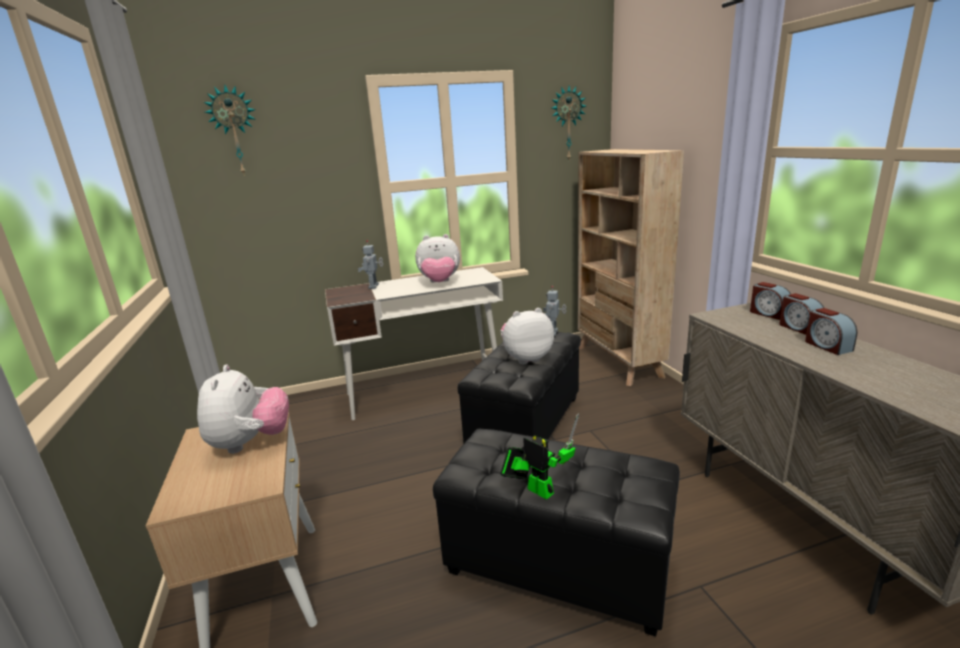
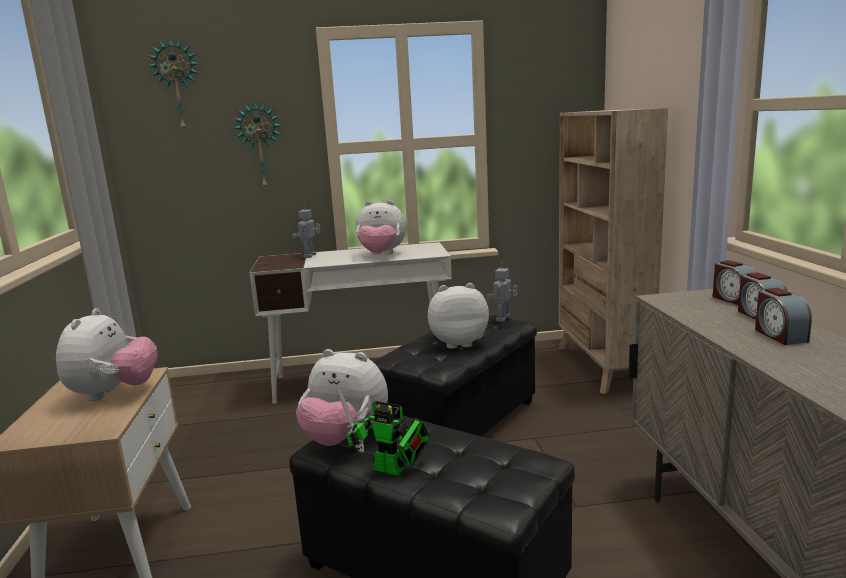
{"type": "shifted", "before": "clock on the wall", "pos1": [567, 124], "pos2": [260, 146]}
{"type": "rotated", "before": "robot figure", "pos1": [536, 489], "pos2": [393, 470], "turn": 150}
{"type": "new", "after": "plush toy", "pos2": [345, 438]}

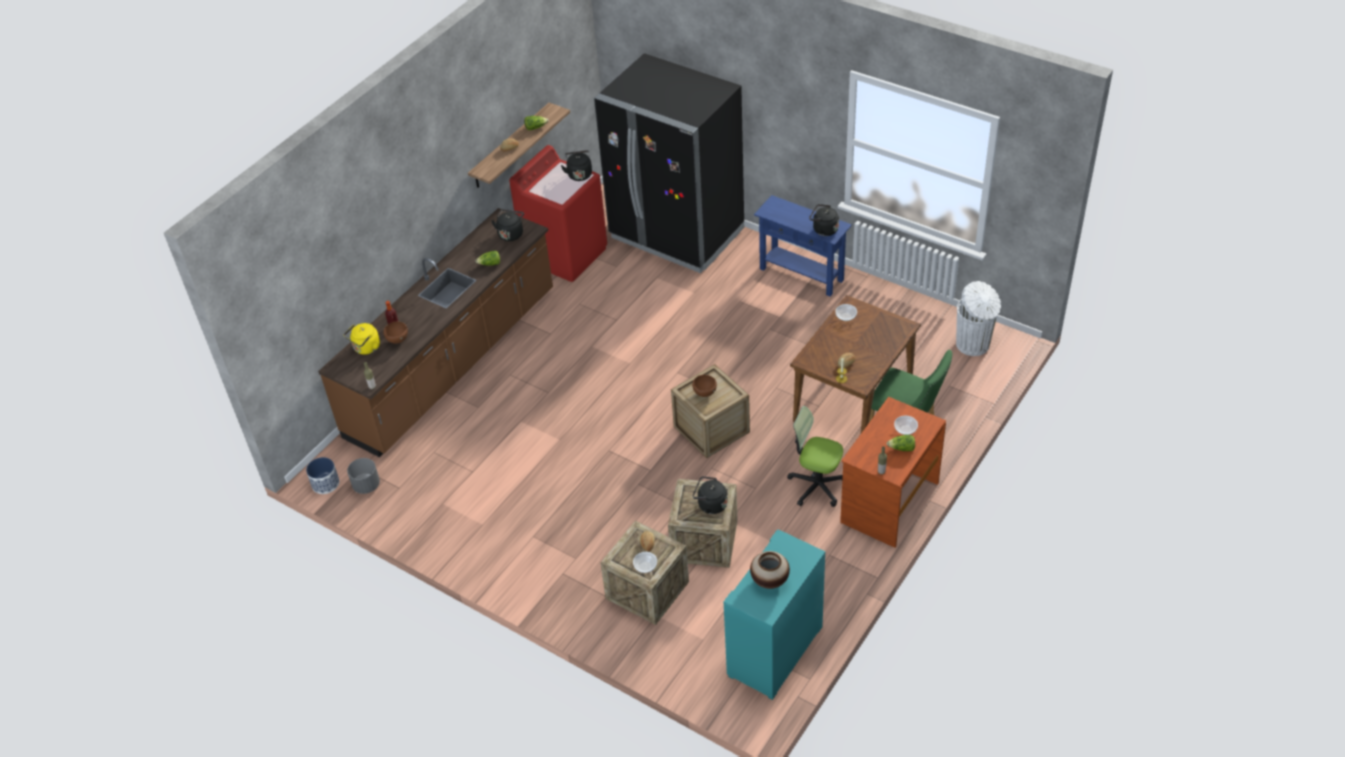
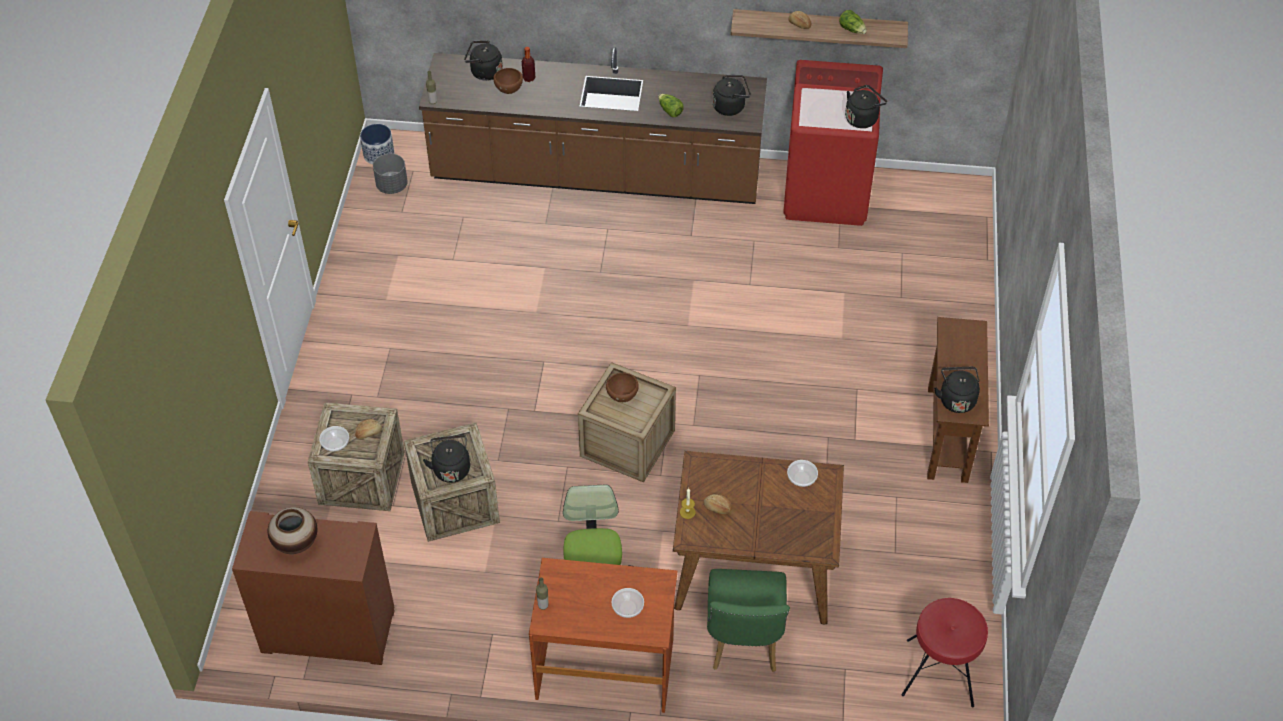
{"type": "gone", "before": "blackish kitchen fridge", "pos1": [676, 234]}
{"type": "repainted", "before": "bluish narrow table", "after": "brownish narrow table", "pos1": [801, 274], "pos2": [947, 434]}
{"type": "swapped", "before": "white trash can", "after": "red-coloured stool", "pos1": [973, 345], "pos2": [940, 673]}
{"type": "repainted", "before": "yellow water kettle", "after": "blackish water kettle", "pos1": [366, 348], "pos2": [484, 72]}
{"type": "gone", "before": "lettuce", "pos1": [902, 448]}
{"type": "repainted", "before": "turquoise storage cabinet", "after": "brownish storage cabinet", "pos1": [775, 652], "pos2": [327, 631]}

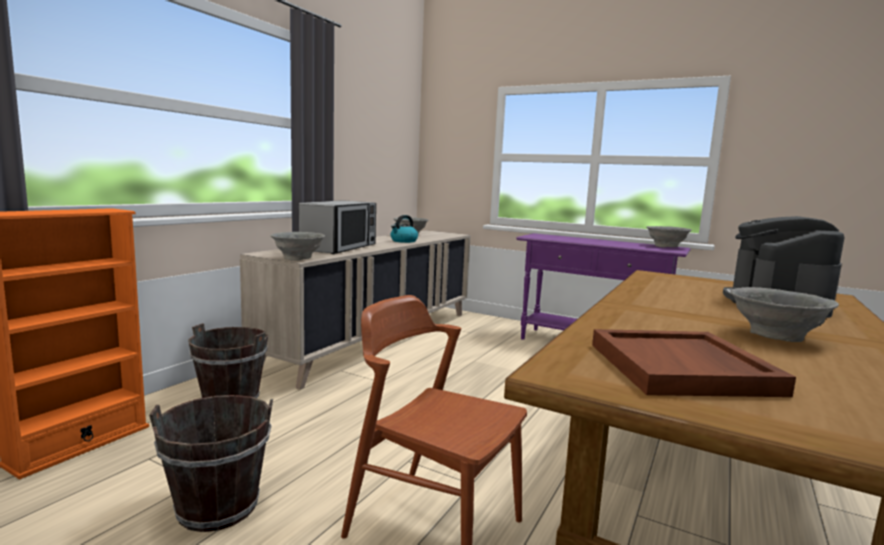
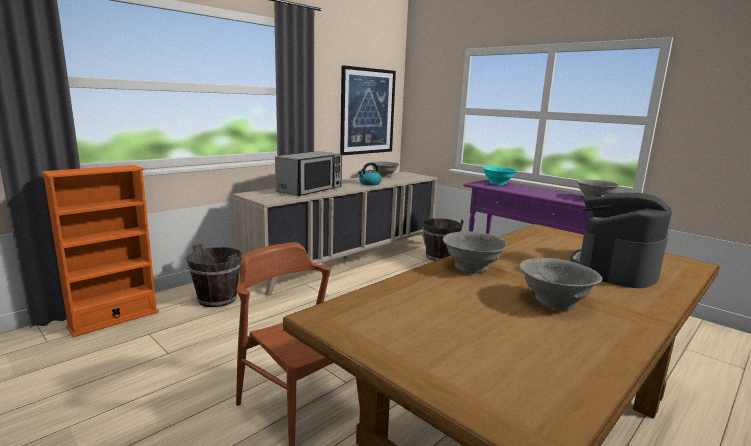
{"type": "shifted", "before": "greyish serving bowl", "pos1": [298, 258], "pos2": [472, 267]}
{"type": "gone", "before": "brownish serving tray", "pos1": [682, 368]}
{"type": "shifted", "before": "brownish water bucket", "pos1": [218, 507], "pos2": [439, 257]}
{"type": "new", "after": "wall picture", "pos2": [367, 111]}
{"type": "new", "after": "turquoise serving bowl", "pos2": [498, 183]}

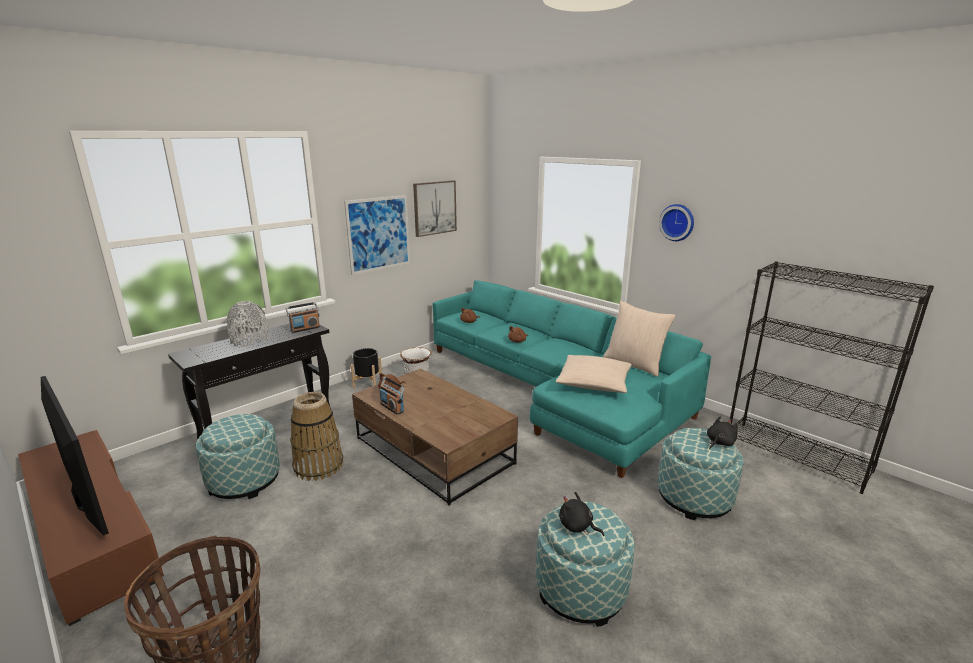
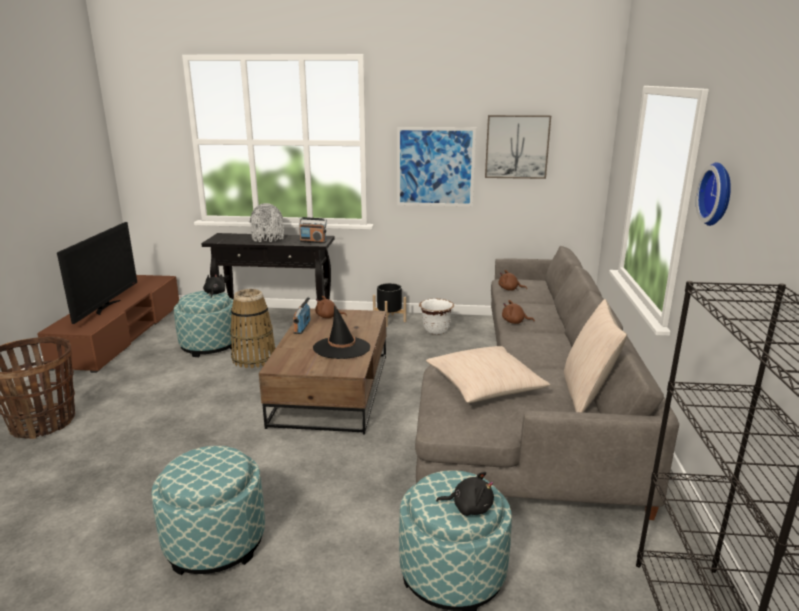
{"type": "repainted", "before": "turquoise sofa", "after": "greyish sofa", "pos1": [555, 390], "pos2": [536, 400]}
{"type": "shifted", "before": "blackish plush toy", "pos1": [577, 526], "pos2": [214, 293]}
{"type": "new", "after": "blackish wearable hat", "pos2": [341, 348]}

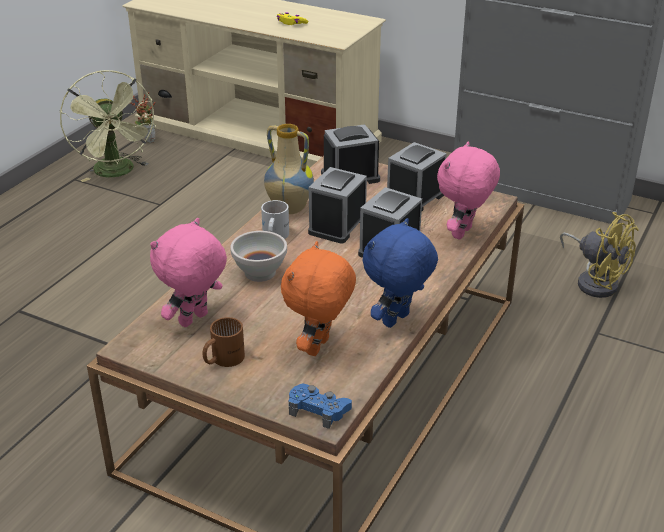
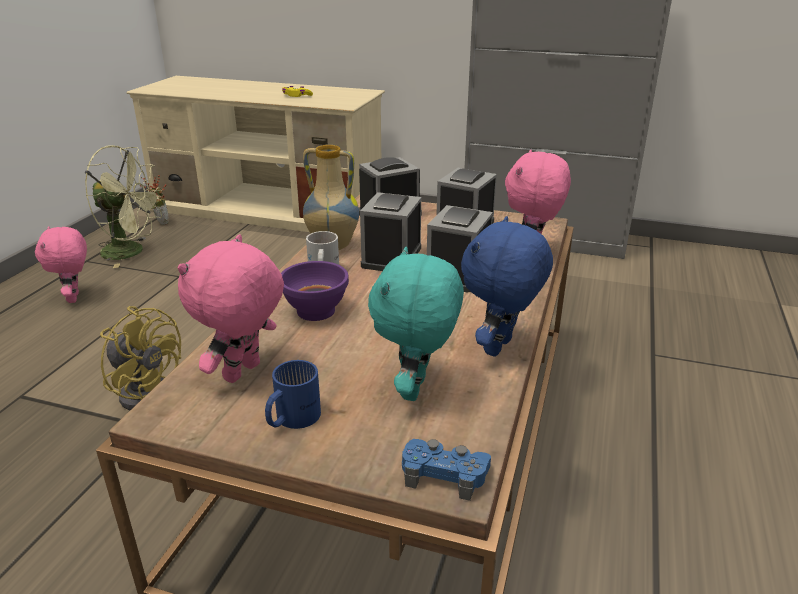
{"type": "rotated", "before": "green cooling fan", "pos1": [117, 173], "pos2": [132, 252], "turn": -45}
{"type": "shifted", "before": "yellow cooling fan", "pos1": [595, 281], "pos2": [147, 390]}
{"type": "repainted", "before": "white serving bowl", "after": "purple serving bowl", "pos1": [259, 273], "pos2": [315, 312]}
{"type": "repainted", "before": "orange-coloured plush toy", "after": "turquoise plush toy", "pos1": [319, 347], "pos2": [416, 389]}
{"type": "repainted", "before": "brownish coffee mug", "after": "bluish coffee mug", "pos1": [222, 358], "pos2": [291, 418]}
{"type": "new", "after": "pinkish plush toy", "pos2": [75, 298]}

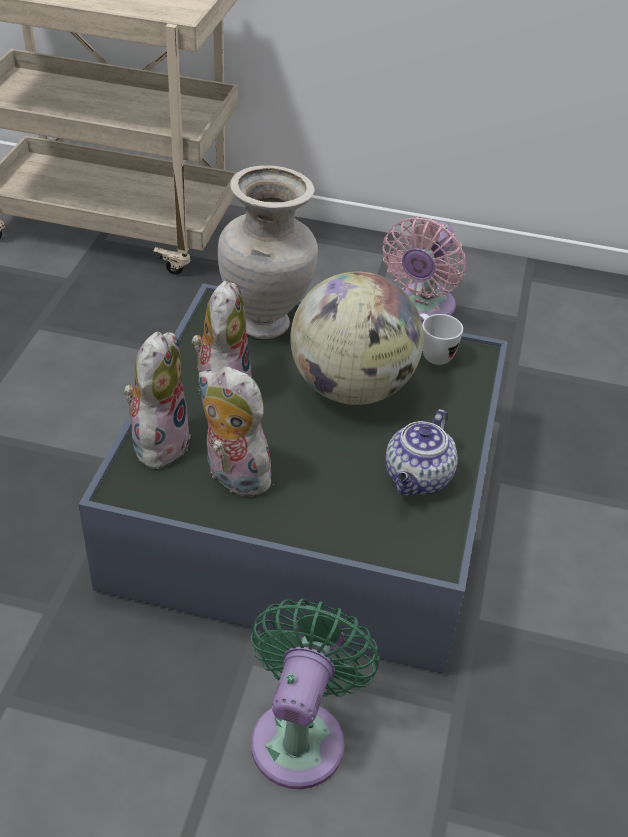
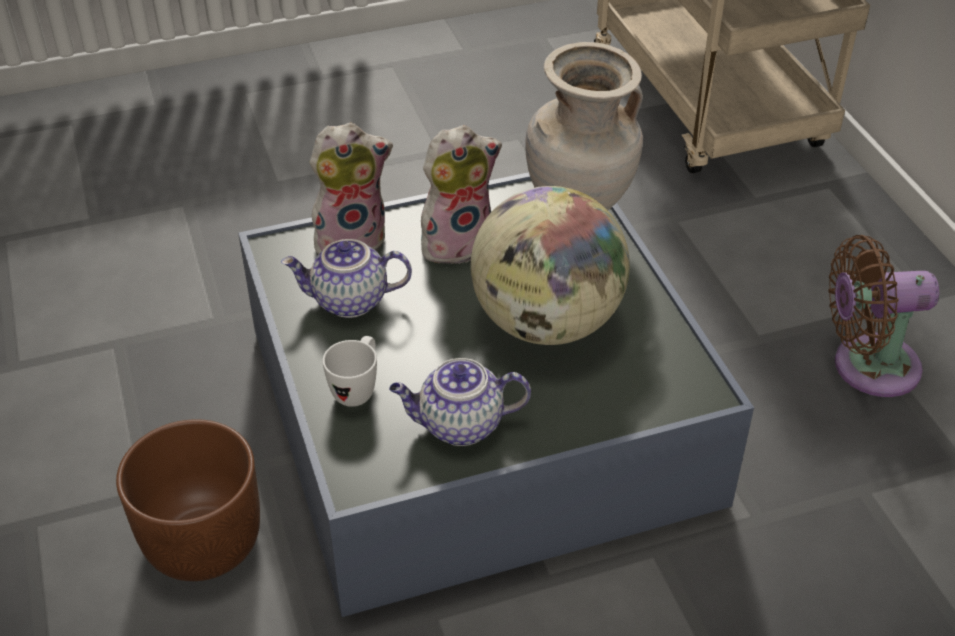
{"type": "repainted", "before": "pinkish cooling fan", "after": "brownish cooling fan", "pos1": [421, 308], "pos2": [867, 366]}
{"type": "shifted", "before": "white coffee mug", "pos1": [432, 353], "pos2": [357, 389]}
{"type": "swapped", "before": "plush toy", "after": "pot for tea", "pos1": [233, 476], "pos2": [349, 302]}
{"type": "swapped", "before": "green cooling fan", "after": "brownish plant pot", "pos1": [301, 734], "pos2": [202, 541]}

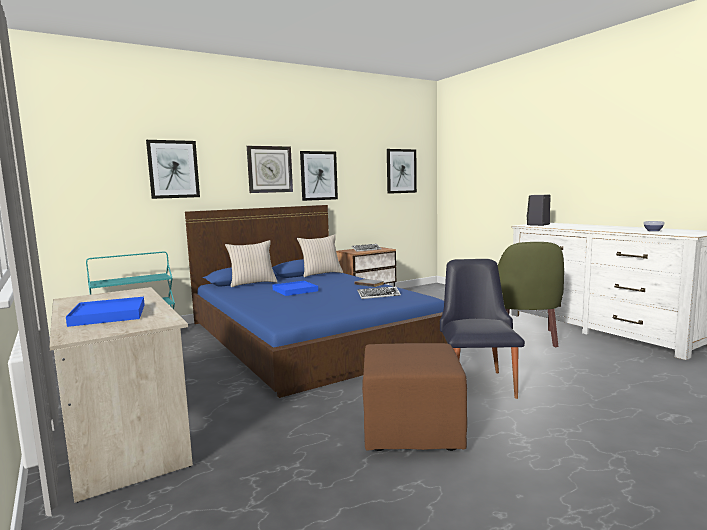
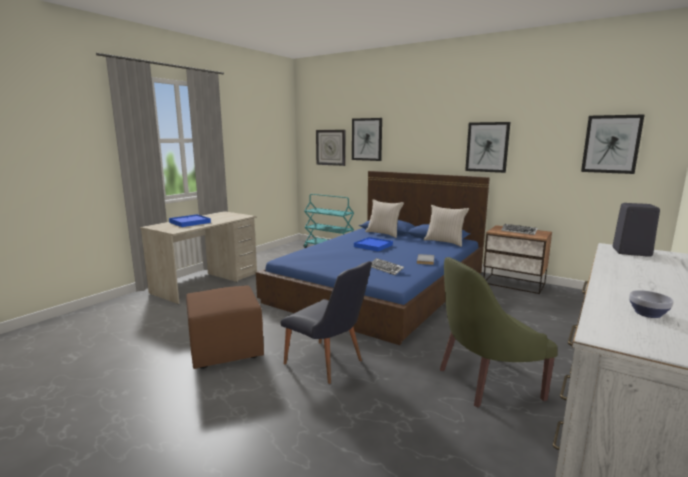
{"type": "shifted", "before": "clock on the wall", "pos1": [269, 169], "pos2": [331, 147]}
{"type": "rotated", "before": "blackish chair", "pos1": [477, 381], "pos2": [329, 365], "turn": 60}

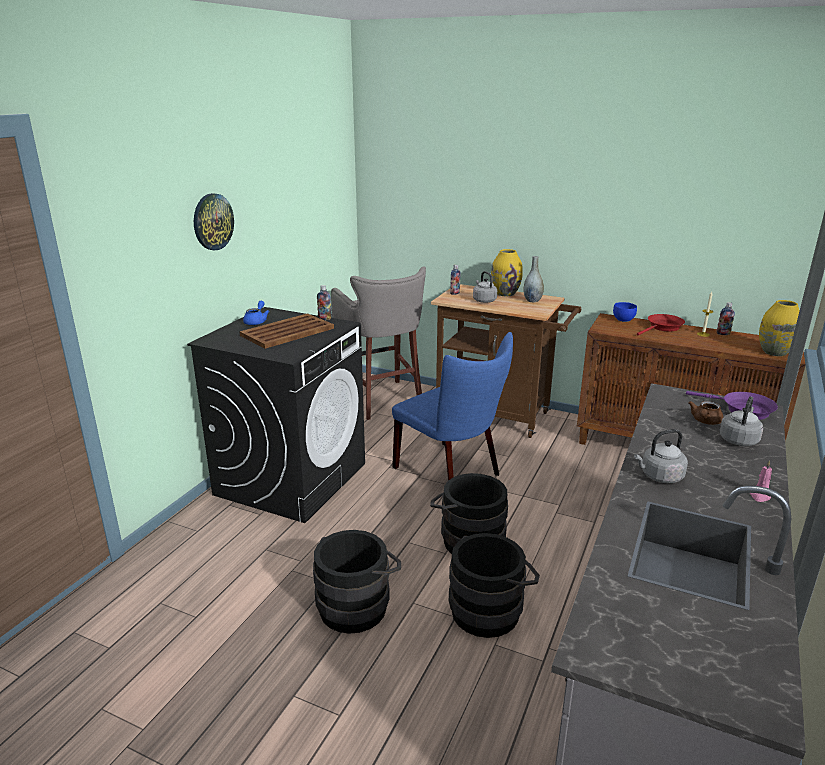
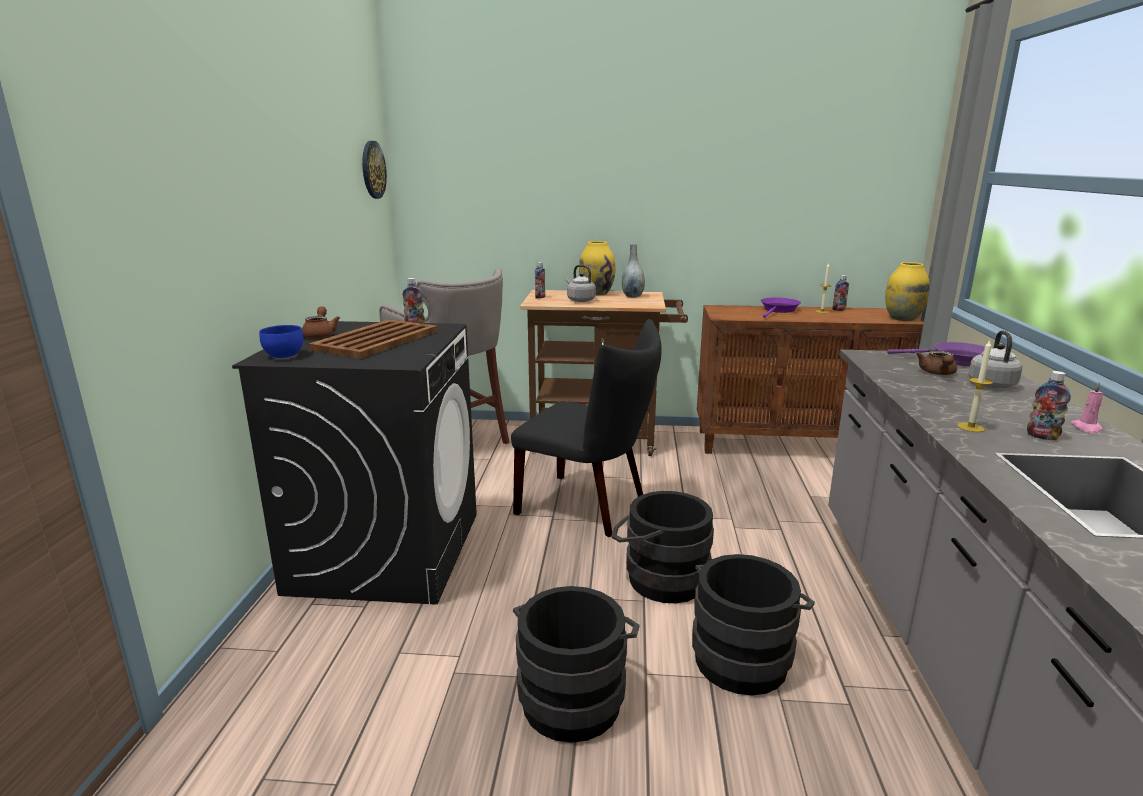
{"type": "shifted", "before": "clock on the wall", "pos1": [212, 221], "pos2": [372, 170]}
{"type": "repainted", "before": "bluish pot for tea", "after": "brownish pot for tea", "pos1": [256, 321], "pos2": [320, 334]}
{"type": "shifted", "before": "bluish serving bowl", "pos1": [623, 319], "pos2": [285, 355]}
{"type": "repainted", "before": "red-coloured skillet", "after": "purple skillet", "pos1": [663, 327], "pos2": [778, 310]}
{"type": "repainted", "before": "bluish chair", "after": "blackish chair", "pos1": [452, 472], "pos2": [589, 507]}
{"type": "swapped", "before": "greyish water kettle", "after": "wax light", "pos1": [659, 476], "pos2": [970, 427]}
{"type": "new", "after": "drink bottle", "pos2": [1042, 436]}

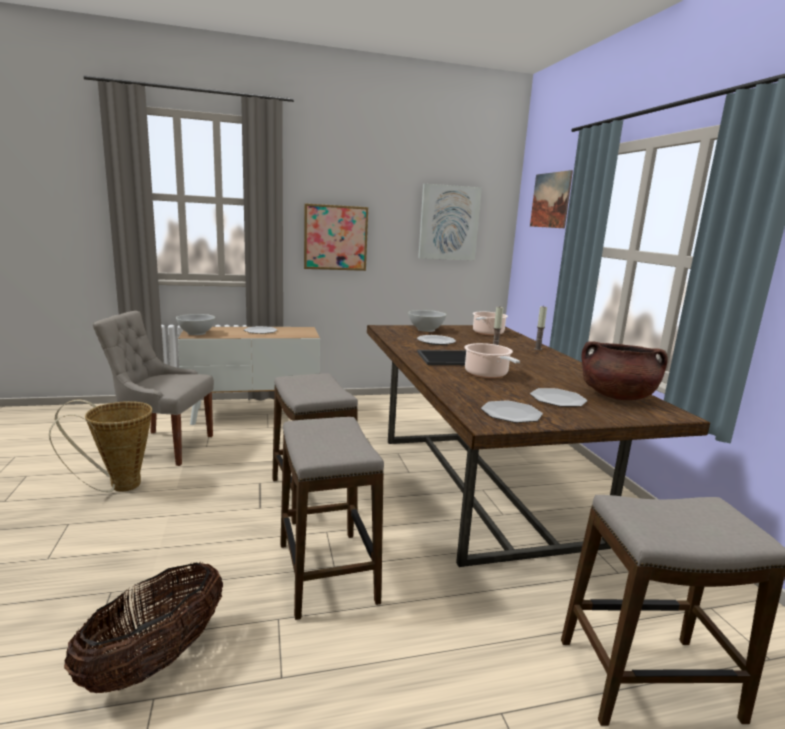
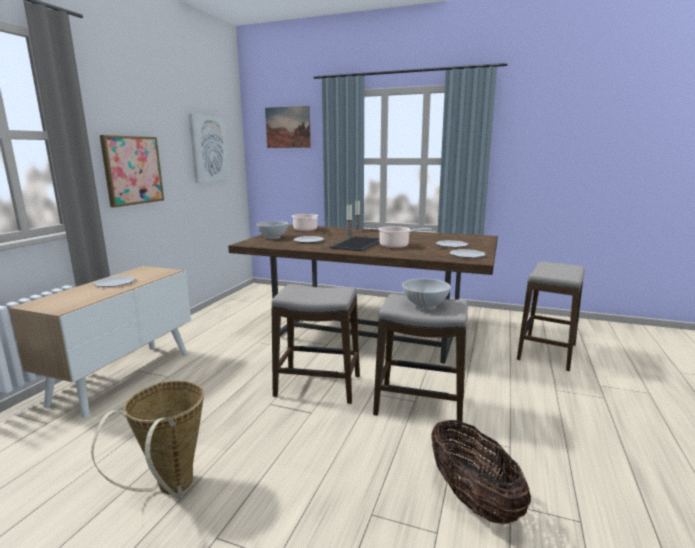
{"type": "gone", "before": "greyish chair", "pos1": [163, 446]}
{"type": "shifted", "before": "white serving bowl", "pos1": [196, 333], "pos2": [425, 305]}
{"type": "gone", "before": "brownish saucepot", "pos1": [617, 396]}

